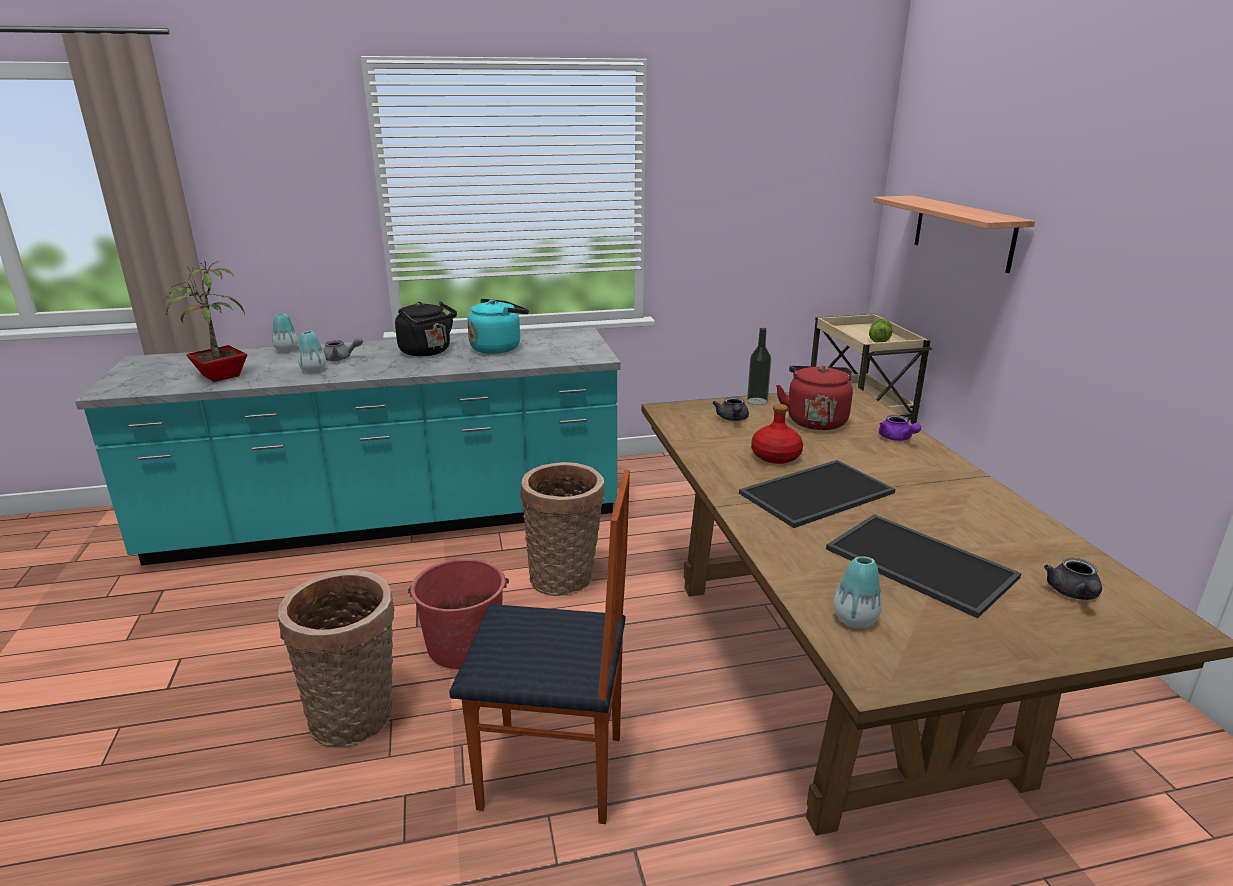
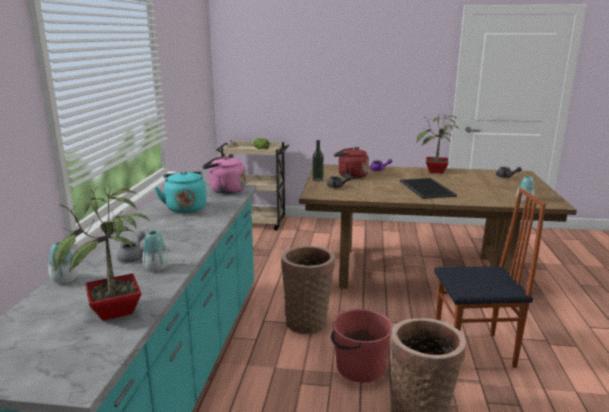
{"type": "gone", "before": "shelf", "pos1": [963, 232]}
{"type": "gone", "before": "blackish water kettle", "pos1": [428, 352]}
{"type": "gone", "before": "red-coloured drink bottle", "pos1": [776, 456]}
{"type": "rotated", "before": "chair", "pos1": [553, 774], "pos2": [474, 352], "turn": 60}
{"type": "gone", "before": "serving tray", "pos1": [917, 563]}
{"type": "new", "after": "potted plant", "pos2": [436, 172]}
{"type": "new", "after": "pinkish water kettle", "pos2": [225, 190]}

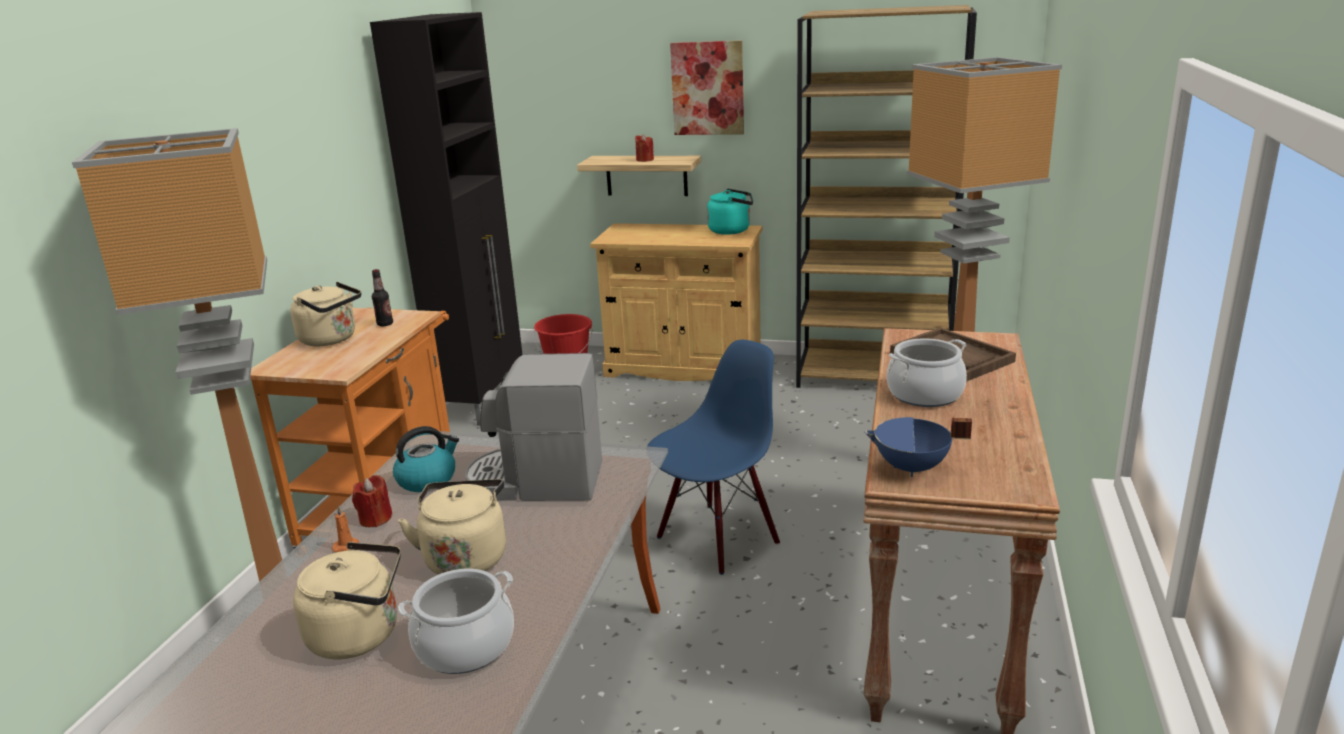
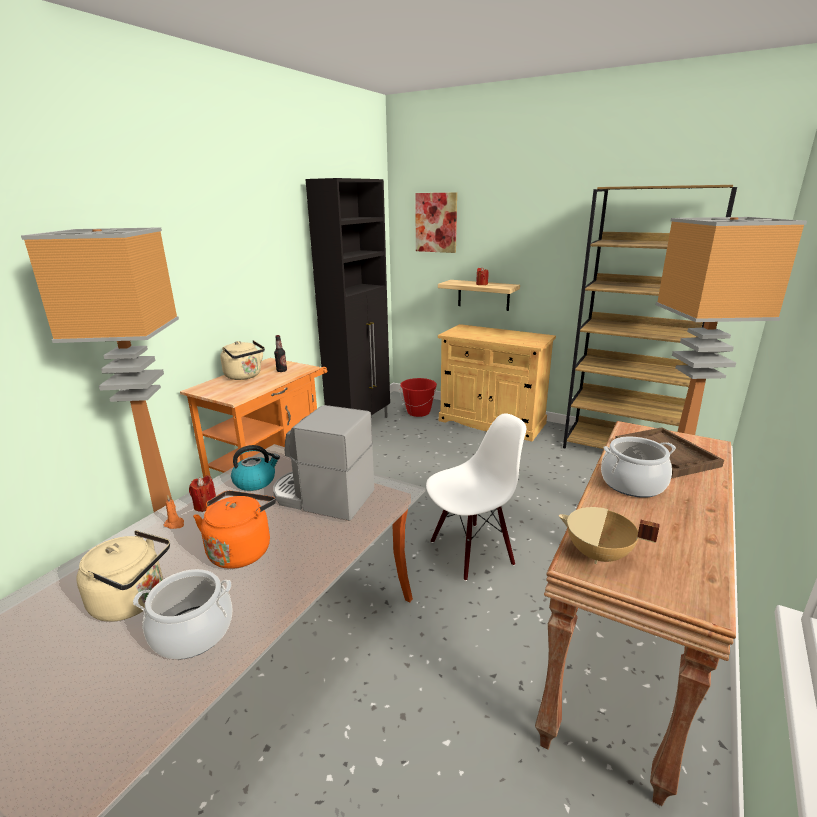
{"type": "shifted", "before": "wall picture", "pos1": [708, 88], "pos2": [436, 222]}
{"type": "gone", "before": "turquoise water kettle", "pos1": [732, 230]}
{"type": "repainted", "before": "bluish chair", "after": "white chair", "pos1": [717, 539], "pos2": [471, 551]}
{"type": "repainted", "before": "bluish saucepot", "after": "beige saucepot", "pos1": [912, 469], "pos2": [598, 555]}
{"type": "repainted", "before": "beige water kettle", "after": "orange-coloured water kettle", "pos1": [466, 557], "pos2": [241, 550]}

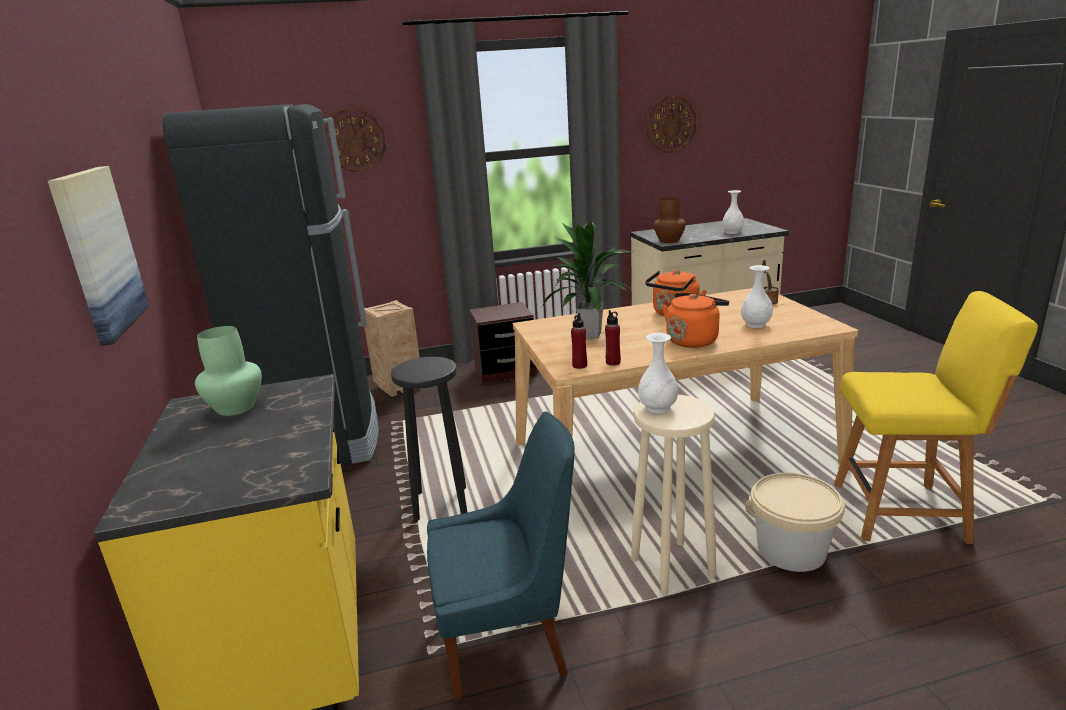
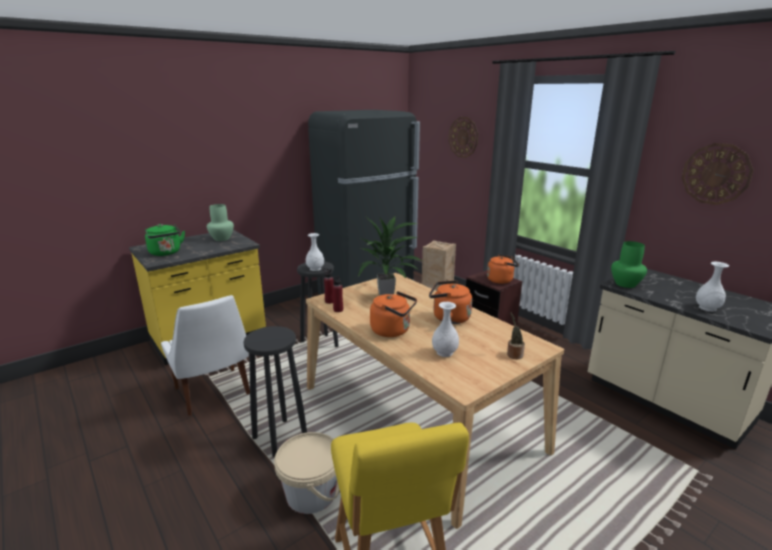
{"type": "gone", "before": "wall picture", "pos1": [99, 252]}
{"type": "repainted", "before": "brownish vase", "after": "green vase", "pos1": [669, 241], "pos2": [625, 284]}
{"type": "shifted", "before": "white vase", "pos1": [658, 408], "pos2": [315, 269]}
{"type": "repainted", "before": "beige stool", "after": "blackish stool", "pos1": [671, 567], "pos2": [279, 437]}
{"type": "repainted", "before": "bluish chair", "after": "white chair", "pos1": [508, 640], "pos2": [213, 392]}
{"type": "new", "after": "green water kettle", "pos2": [166, 253]}
{"type": "new", "after": "orange-coloured water kettle", "pos2": [501, 280]}

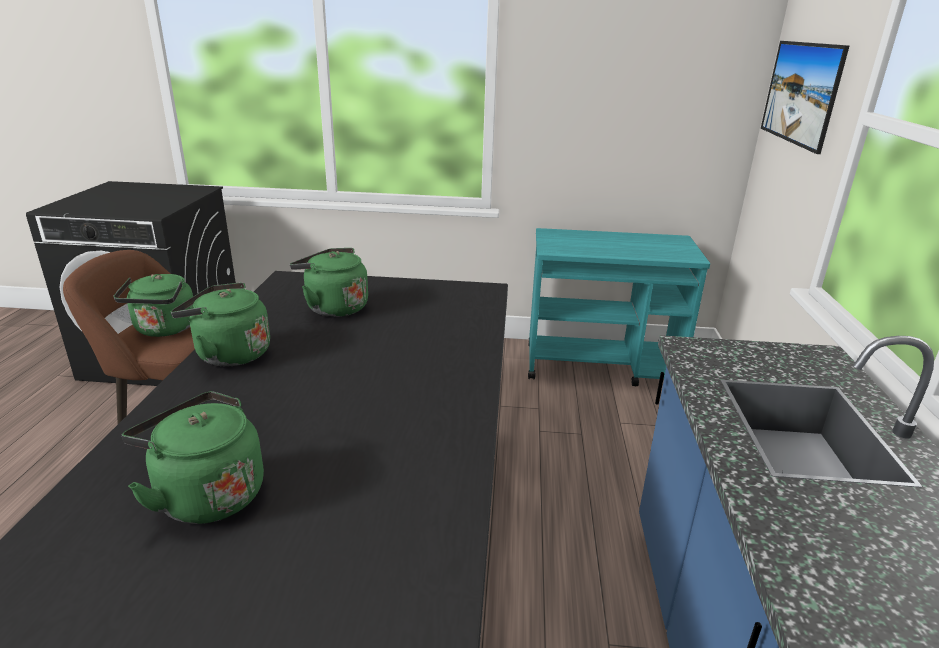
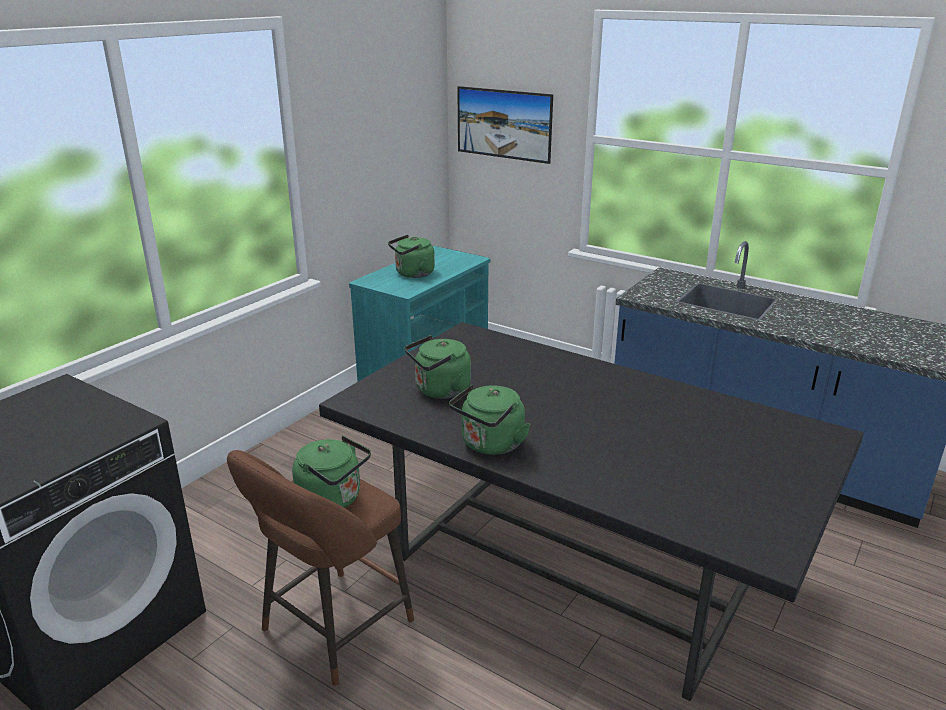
{"type": "shifted", "before": "green water kettle", "pos1": [207, 494], "pos2": [412, 274]}

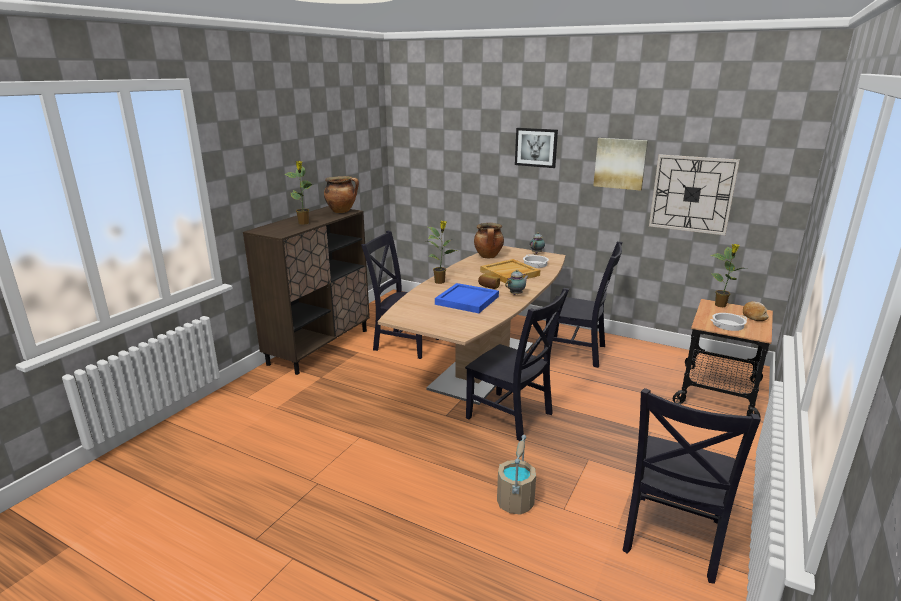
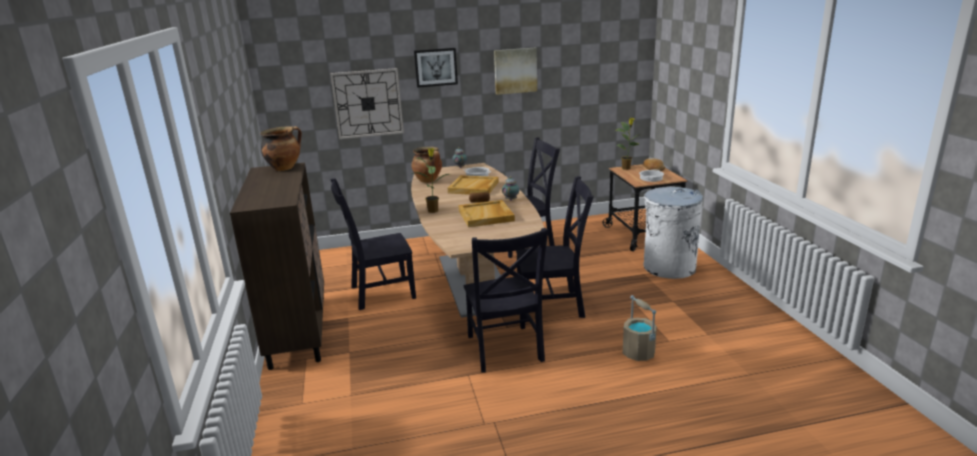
{"type": "shifted", "before": "clock on the wall", "pos1": [692, 194], "pos2": [368, 103]}
{"type": "gone", "before": "potted plant", "pos1": [304, 223]}
{"type": "repainted", "before": "bluish serving tray", "after": "beige serving tray", "pos1": [467, 300], "pos2": [486, 216]}
{"type": "shifted", "before": "blackish chair", "pos1": [671, 539], "pos2": [505, 350]}
{"type": "new", "after": "white trash can", "pos2": [668, 267]}

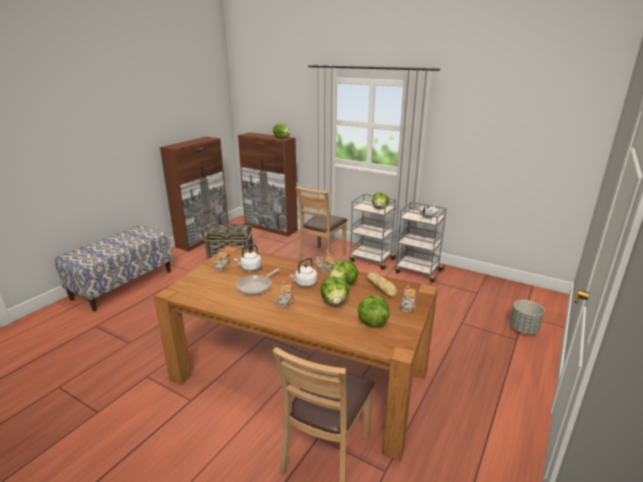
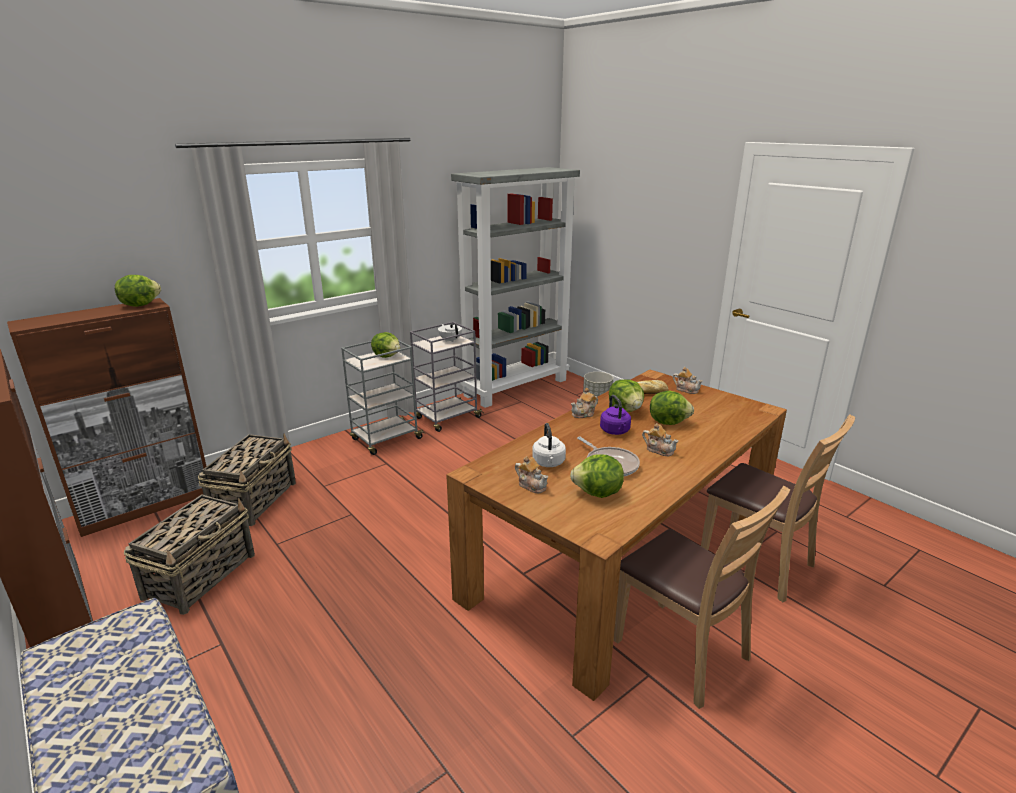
{"type": "shifted", "before": "brownish chair", "pos1": [322, 258], "pos2": [681, 651]}
{"type": "repainted", "before": "white water kettle", "after": "purple water kettle", "pos1": [305, 284], "pos2": [615, 431]}
{"type": "shifted", "before": "lettuce", "pos1": [372, 322], "pos2": [597, 493]}
{"type": "new", "after": "greyish shelving unit", "pos2": [516, 387]}
{"type": "new", "after": "household basket", "pos2": [255, 499]}

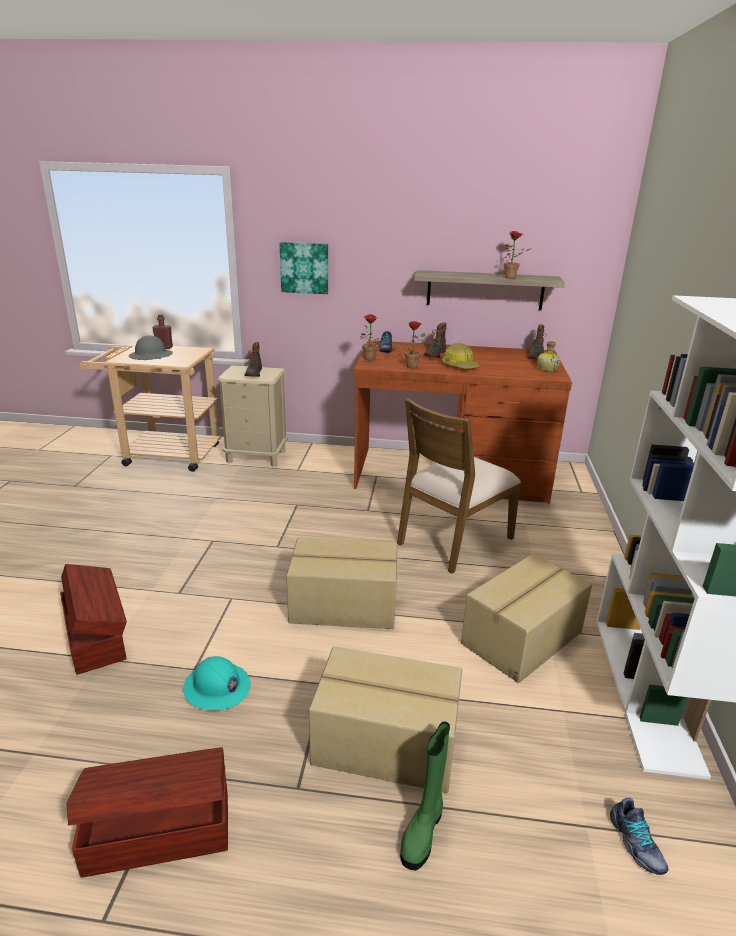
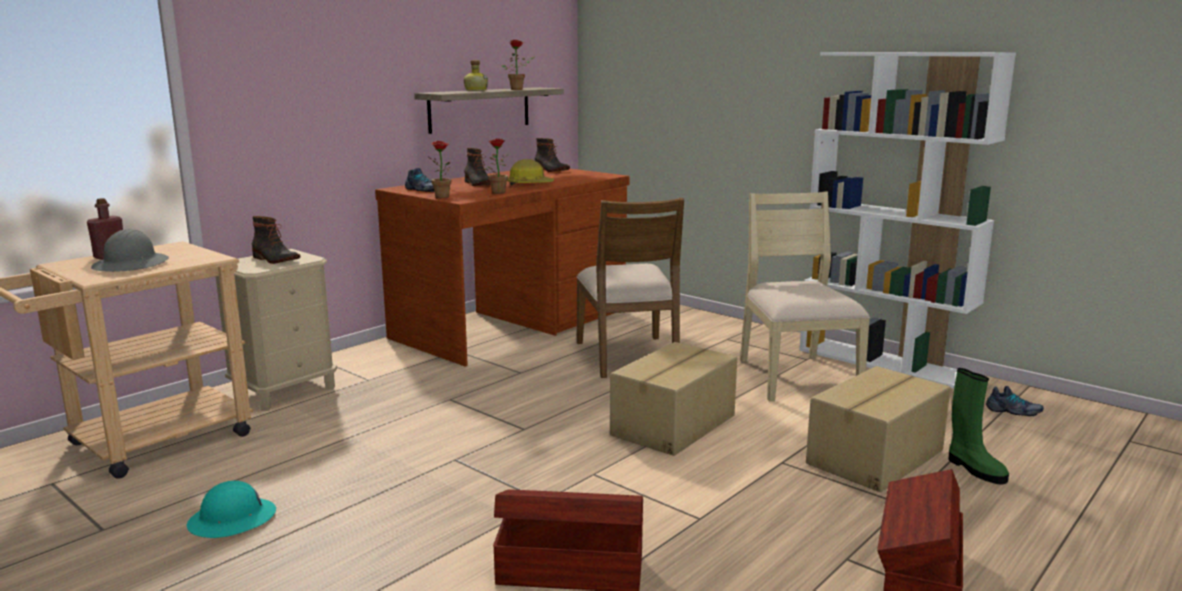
{"type": "gone", "before": "wall picture", "pos1": [304, 267]}
{"type": "shifted", "before": "drink bottle", "pos1": [547, 368], "pos2": [475, 90]}
{"type": "swapped", "before": "cardboard box", "after": "beige chair", "pos1": [523, 638], "pos2": [795, 376]}
{"type": "shifted", "before": "turquoise safety helmet", "pos1": [217, 688], "pos2": [232, 520]}

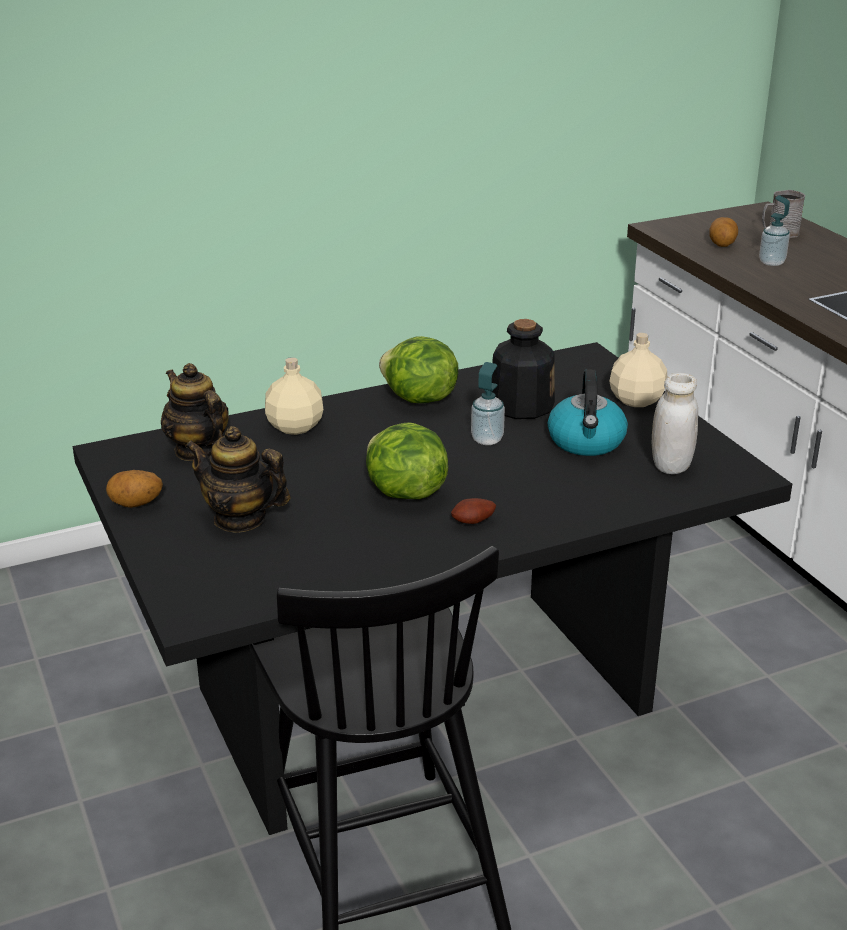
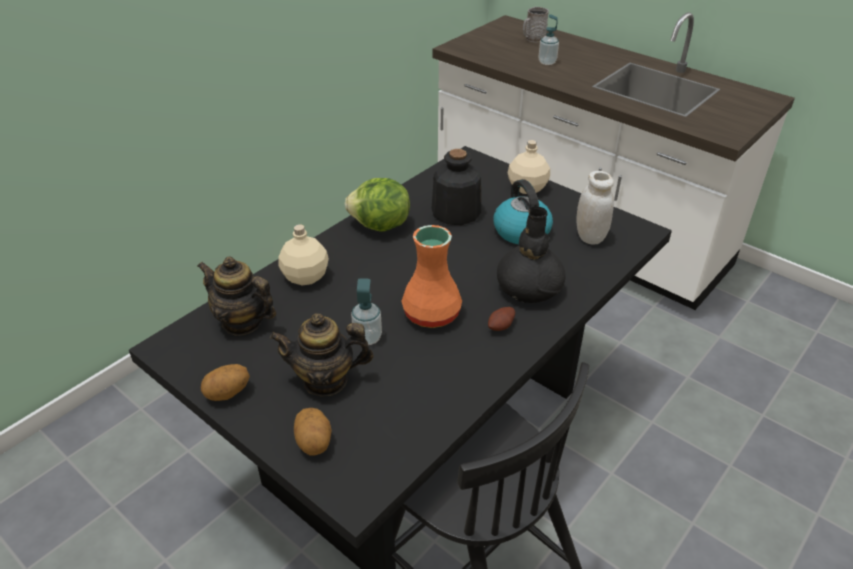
{"type": "shifted", "before": "whole potato", "pos1": [722, 245], "pos2": [314, 442]}
{"type": "shifted", "before": "soap dispenser", "pos1": [487, 439], "pos2": [367, 338]}
{"type": "swapped", "before": "lettuce", "after": "orange-coloured vase", "pos1": [404, 493], "pos2": [432, 315]}
{"type": "new", "after": "blackish vase", "pos2": [528, 288]}

